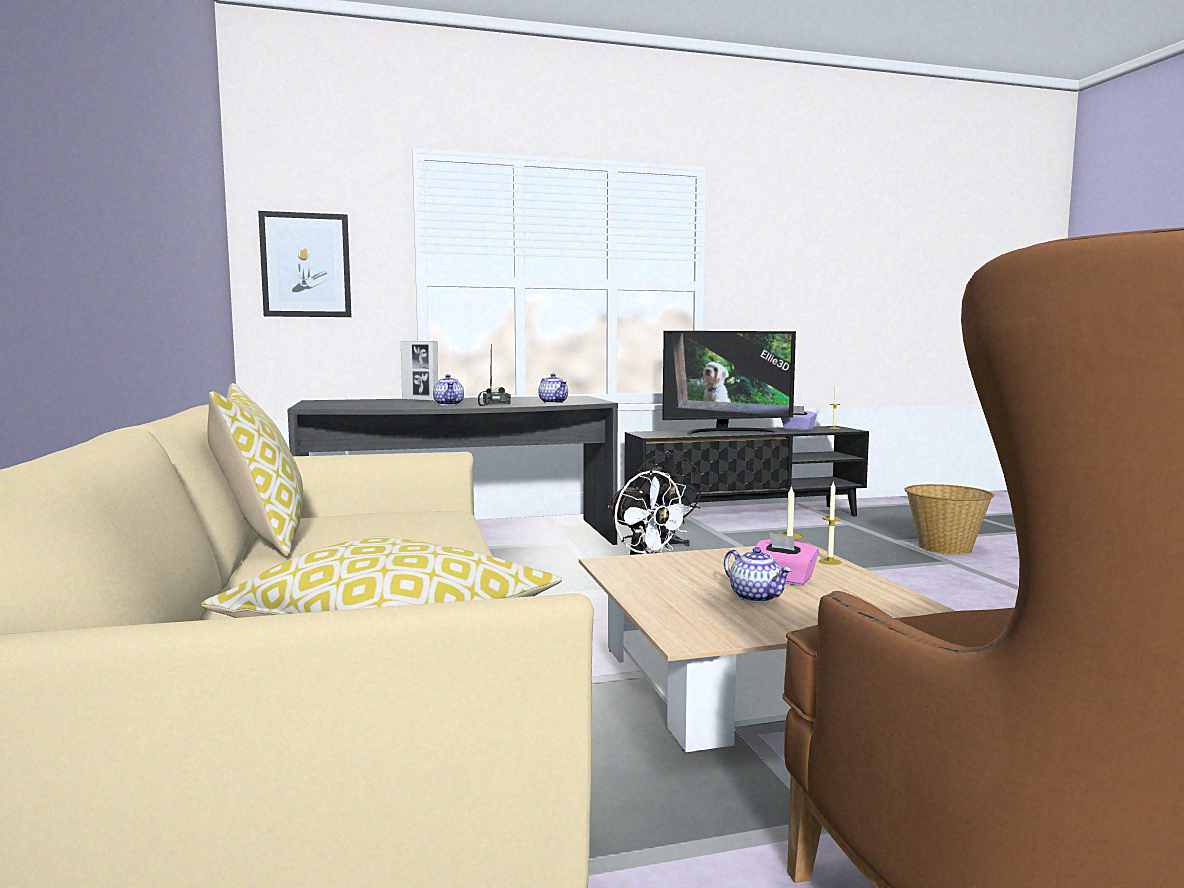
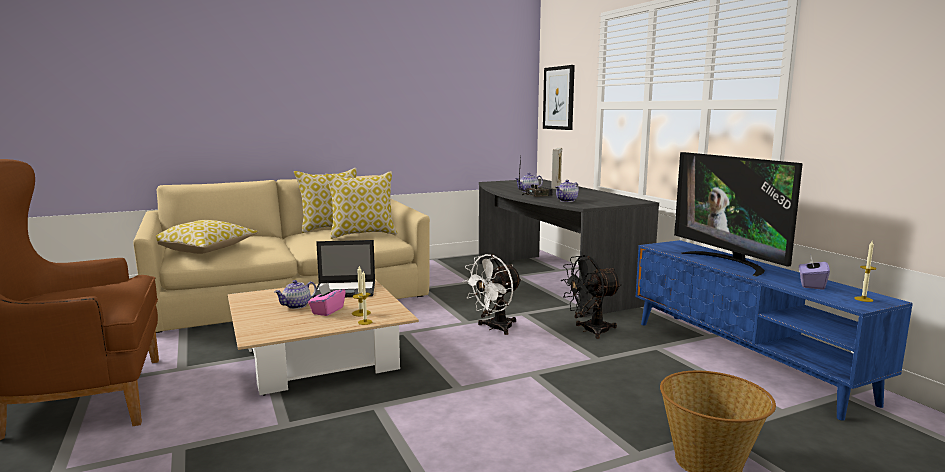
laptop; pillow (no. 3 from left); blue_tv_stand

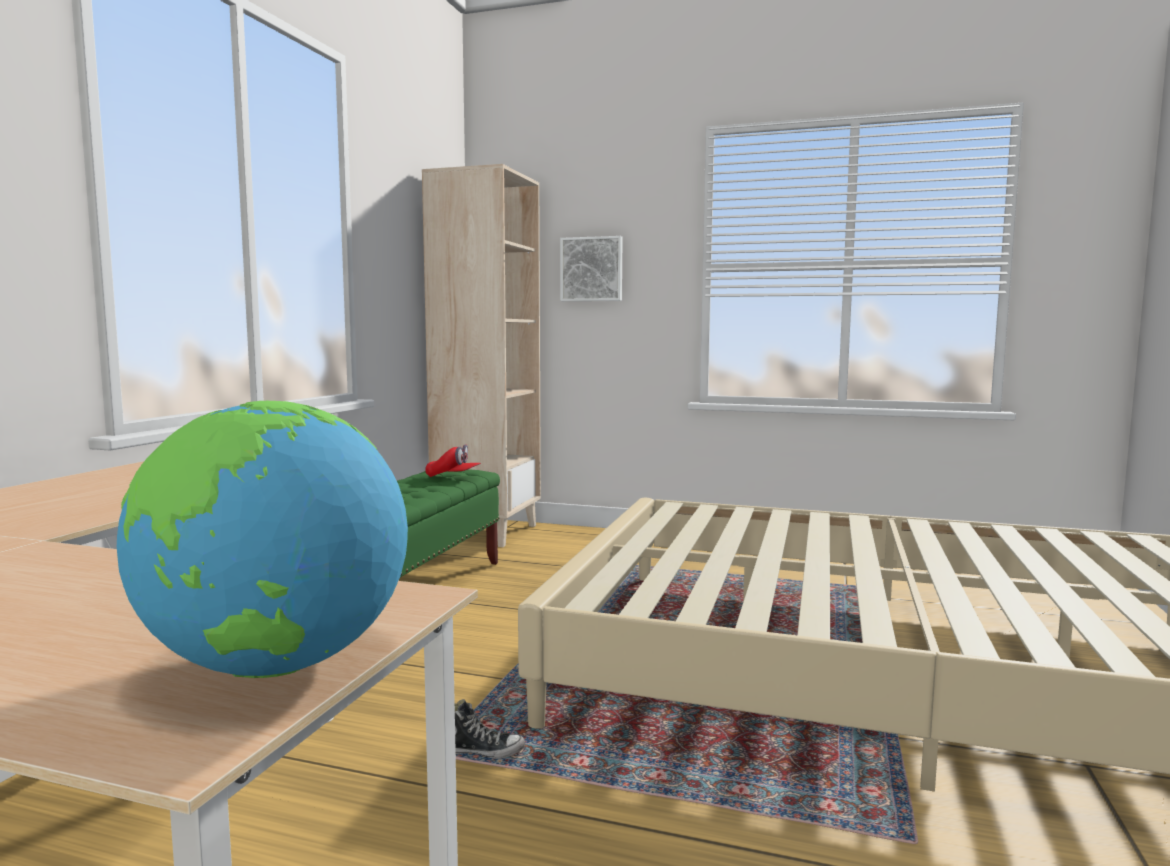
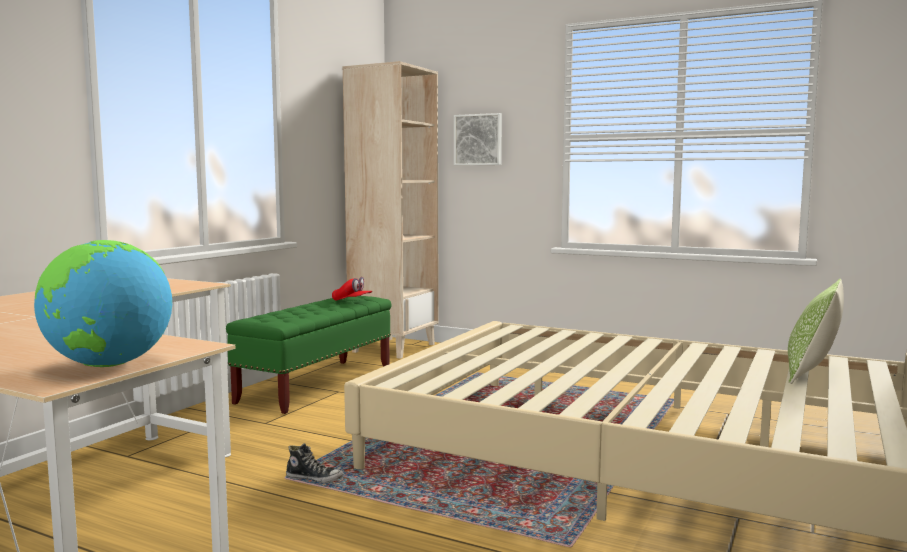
pillow

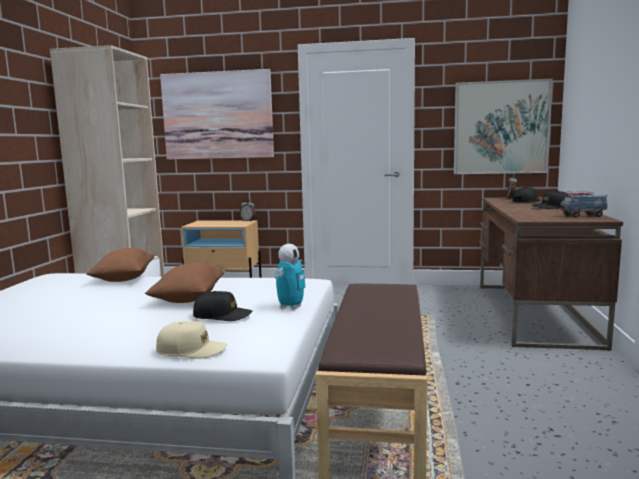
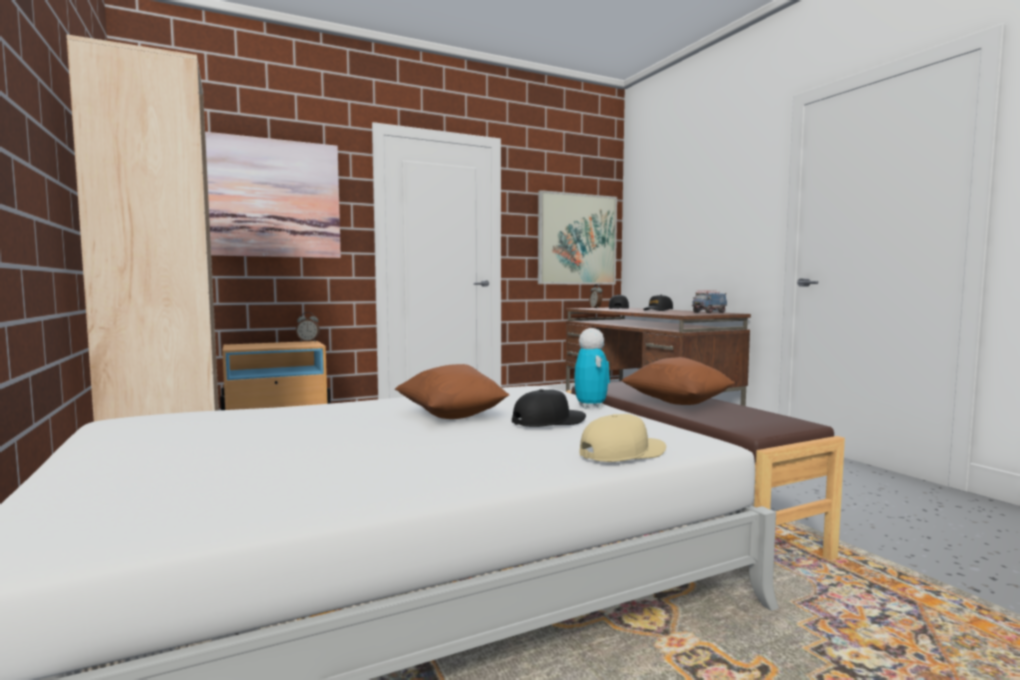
brown_pillow (no. 2 from left)

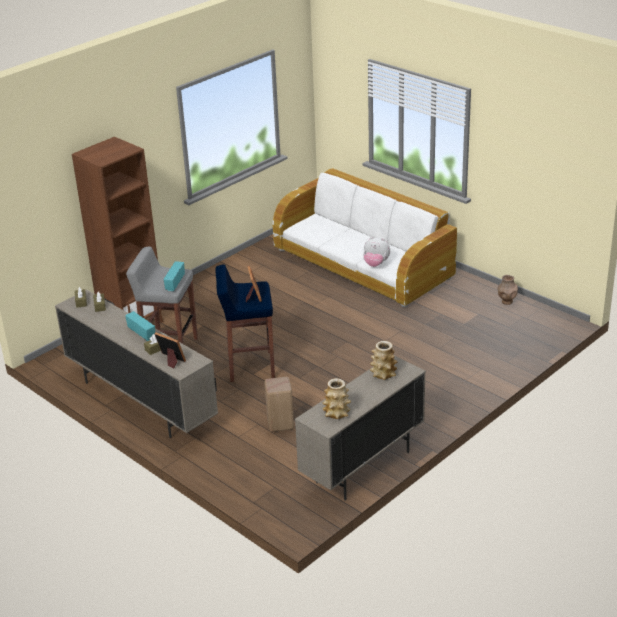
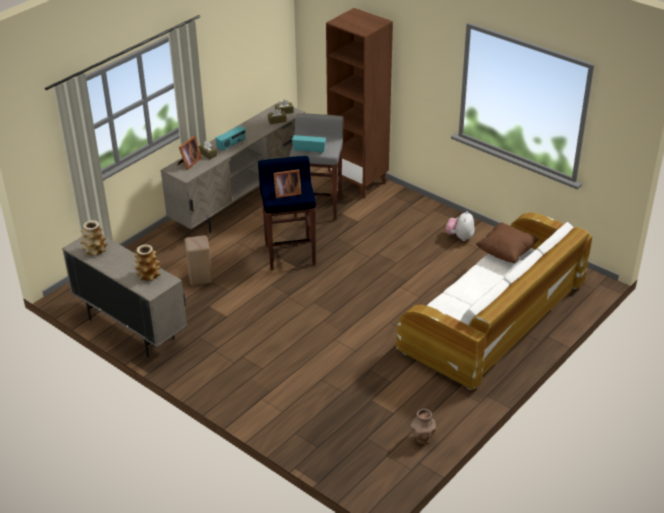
brown_pillow; plush_toy

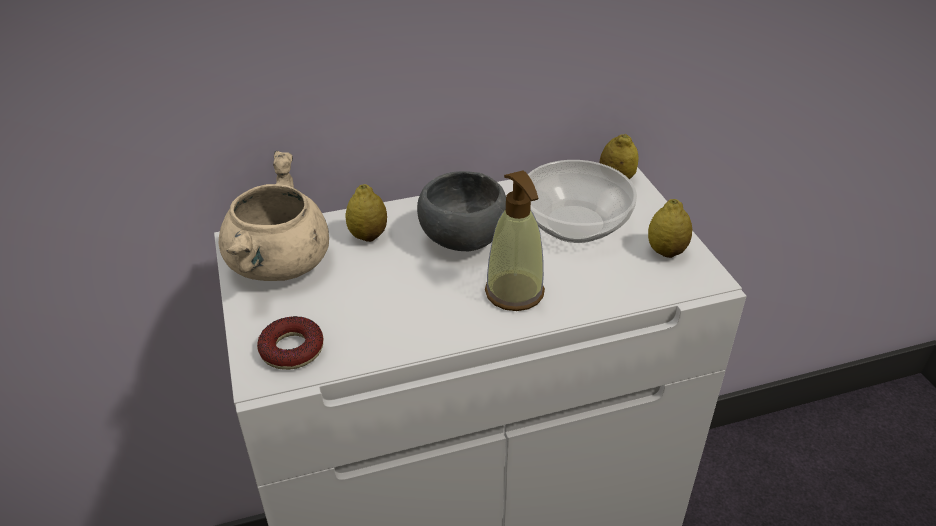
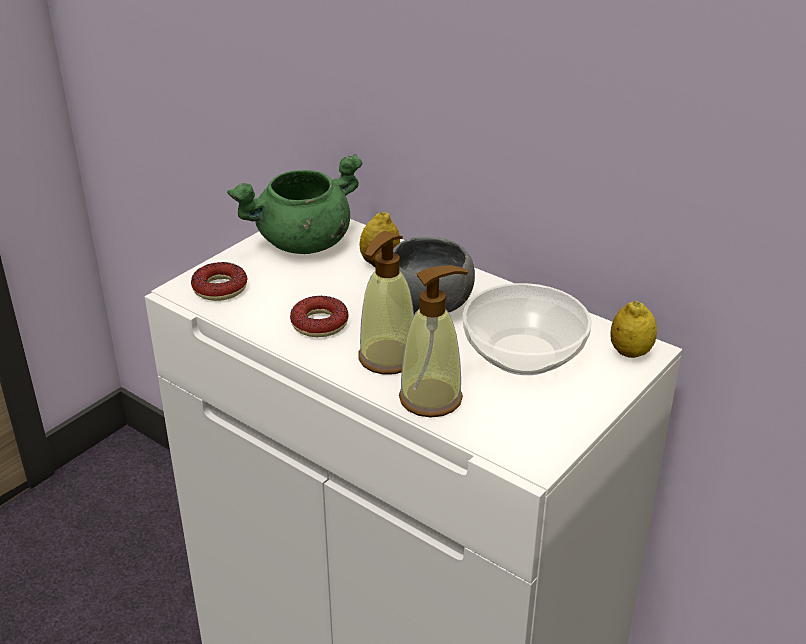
lemon (no. 3 from left in the first image); donut (no. 2 from left); soap_dispenser (no. 2 from left); green_cooking_pot

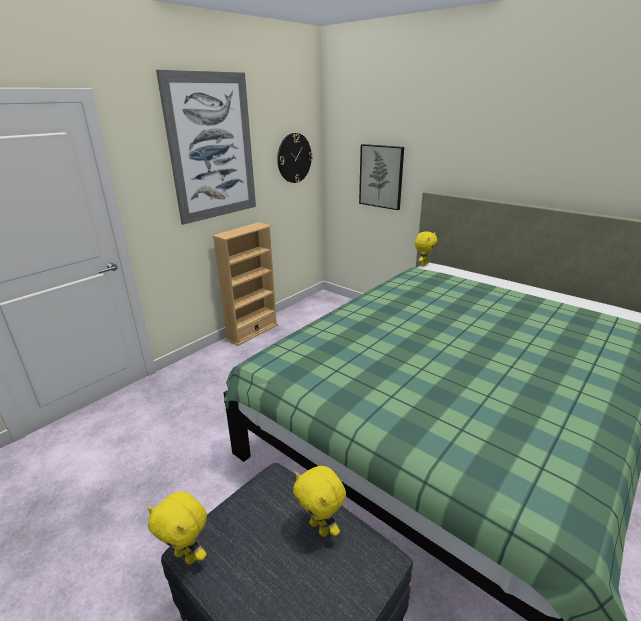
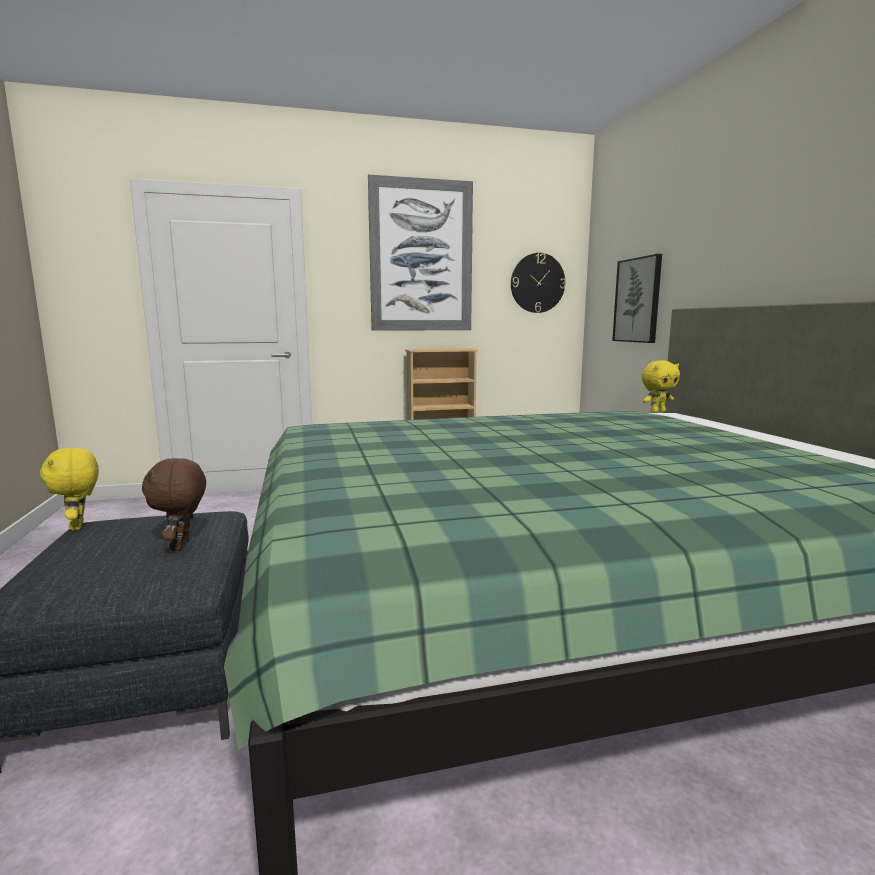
brown_plush_toy

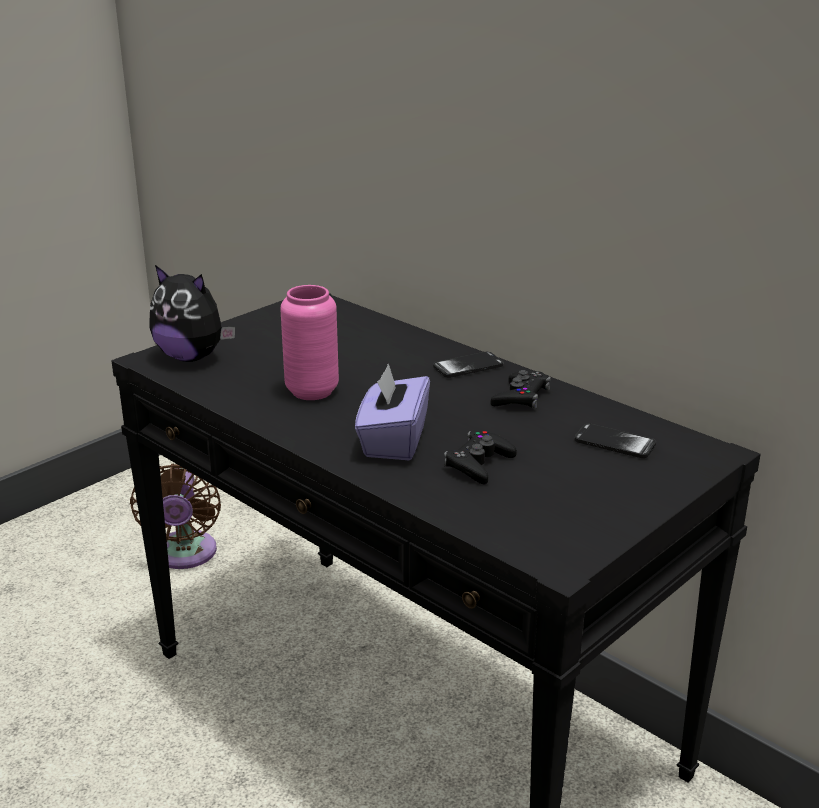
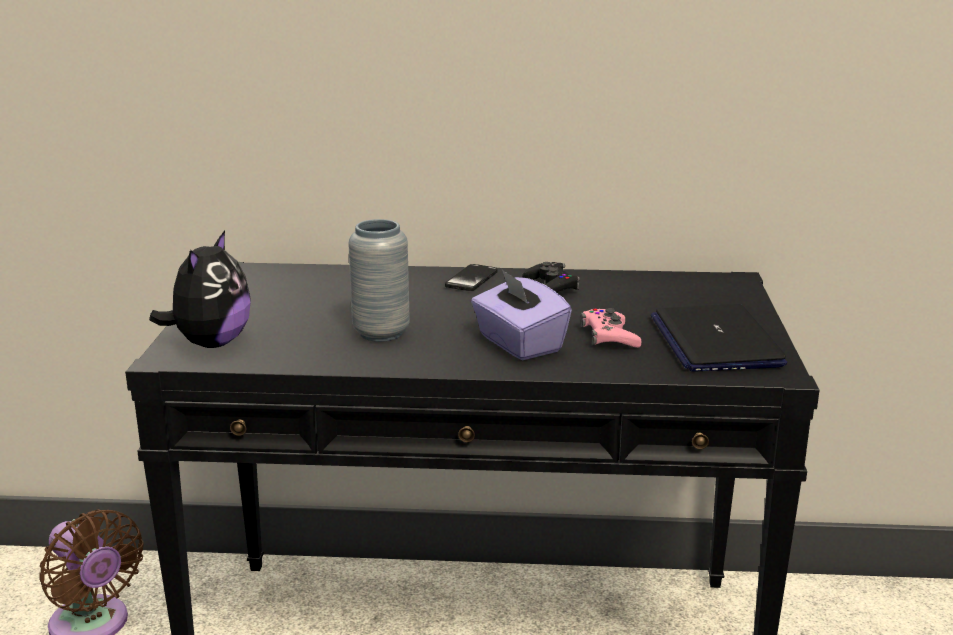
phone (no. 2 from left in the first image); laptop; grey_vase; pink_game_controller; plush_toy

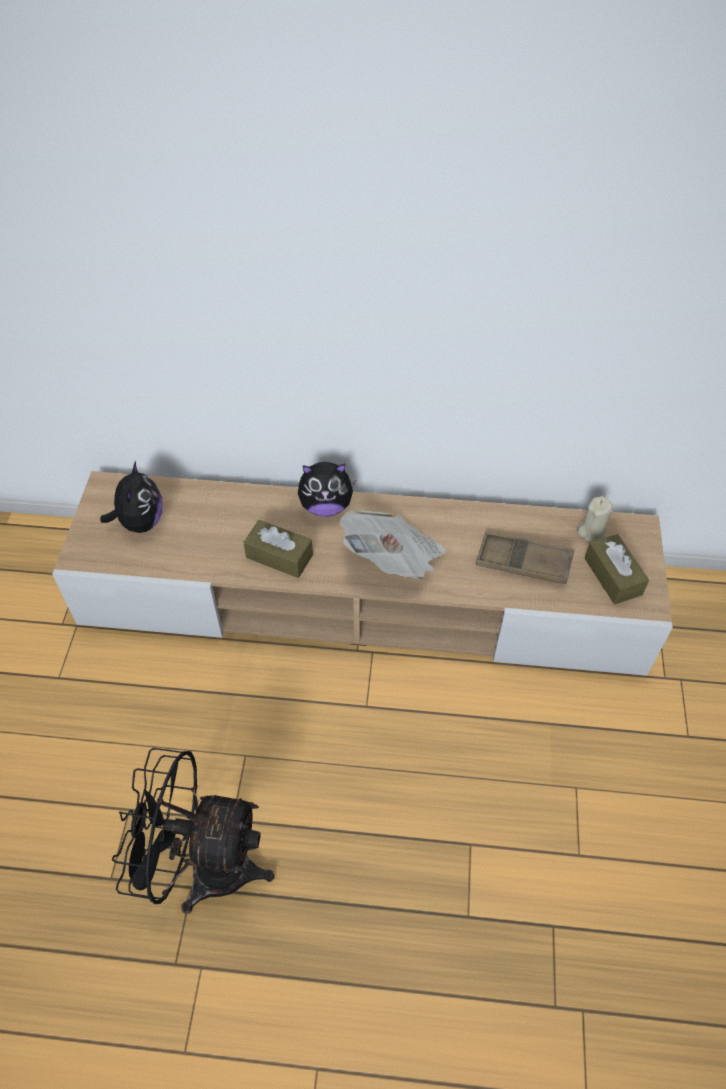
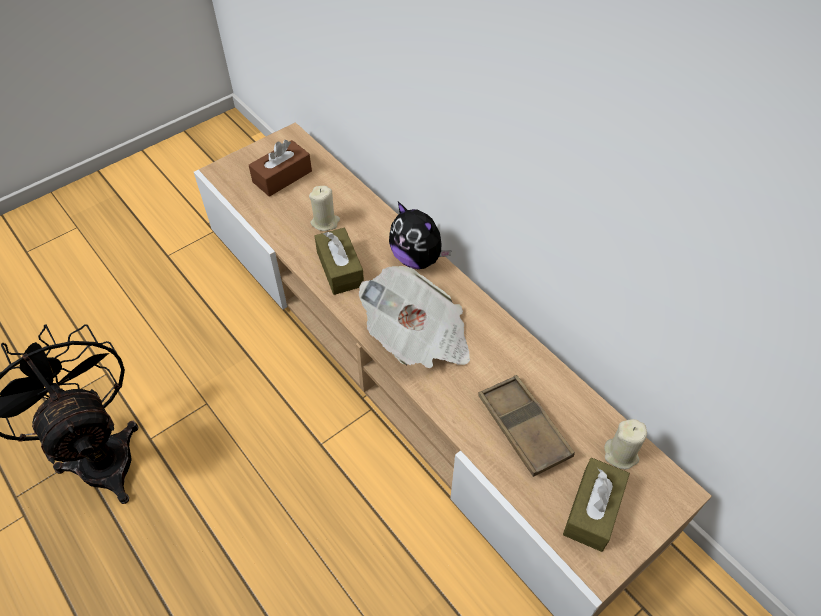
beige_candle (no. 1 from left); brown_tissue_box (no. 1 from left)

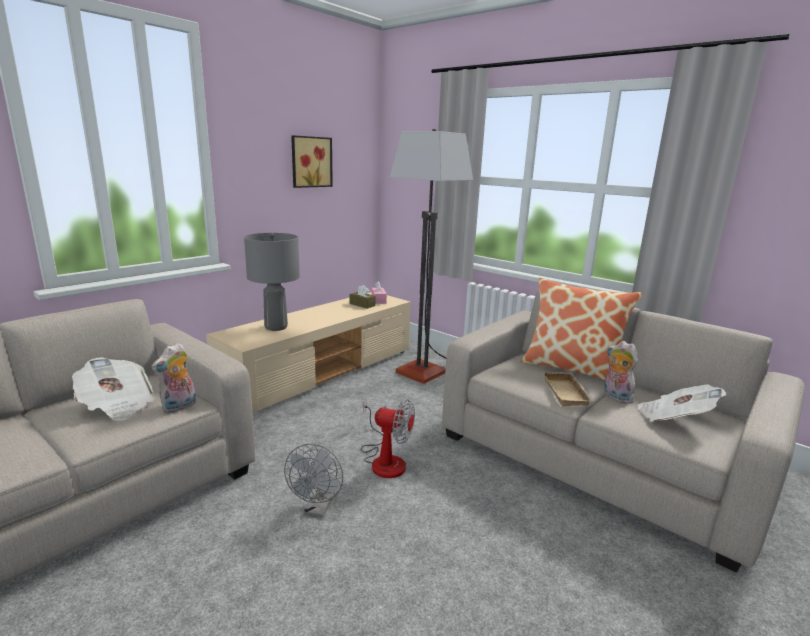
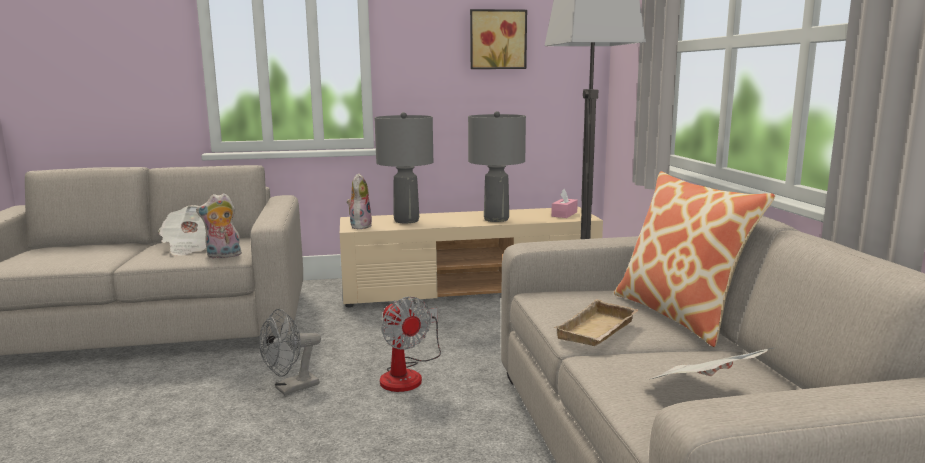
brown_tissue_box; grey_table_lamp (no. 2 from left); plush_toy (no. 2 from left)

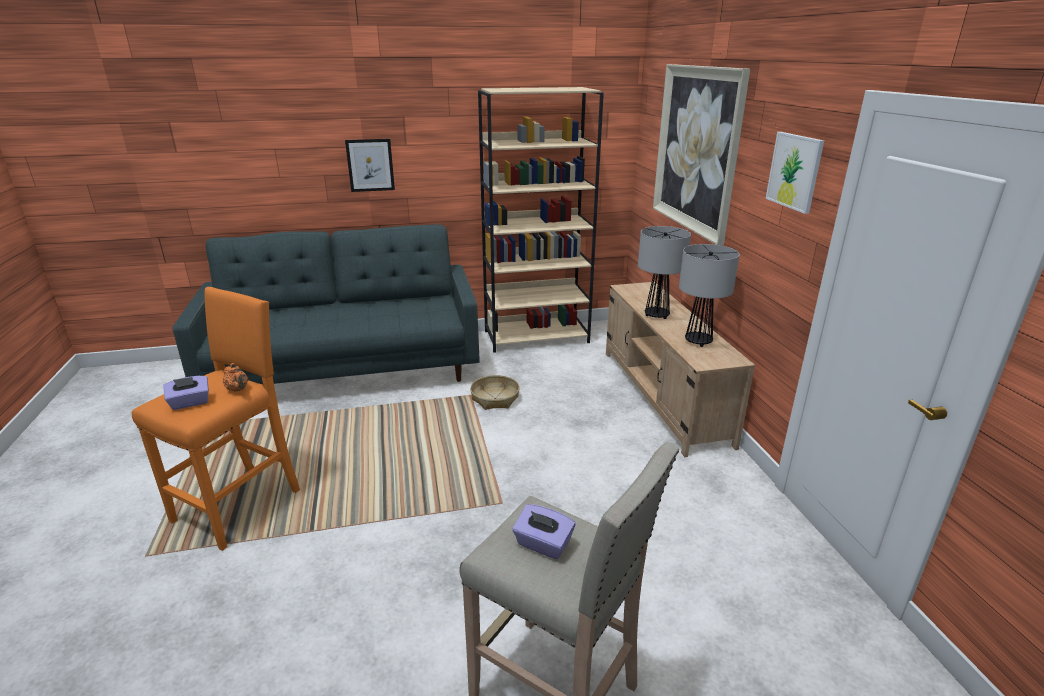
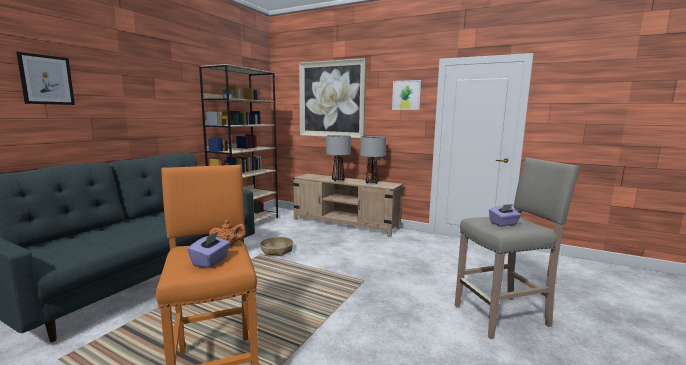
picture (no. 1 from left)

